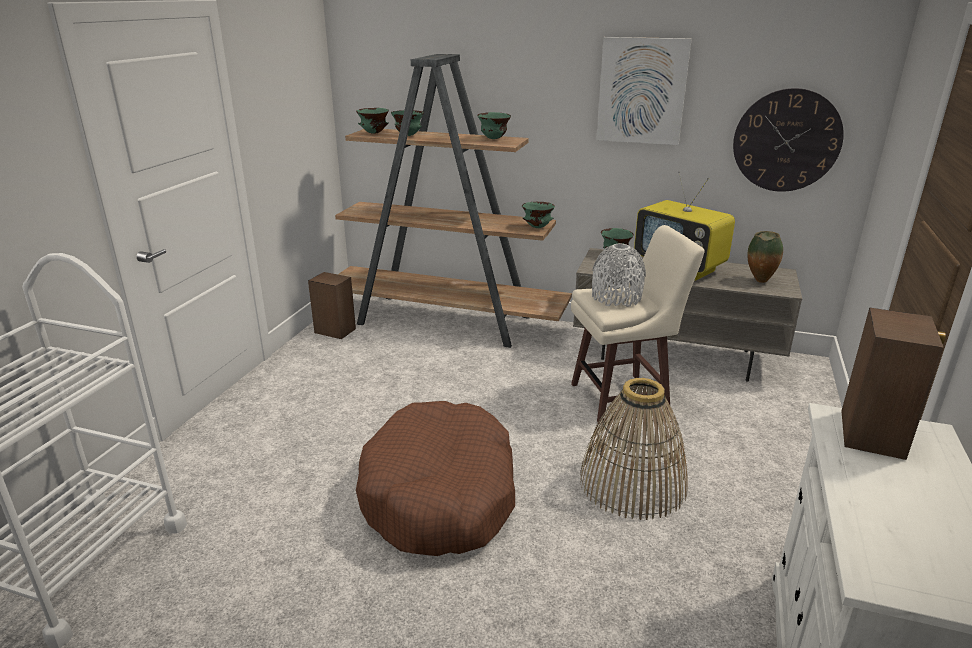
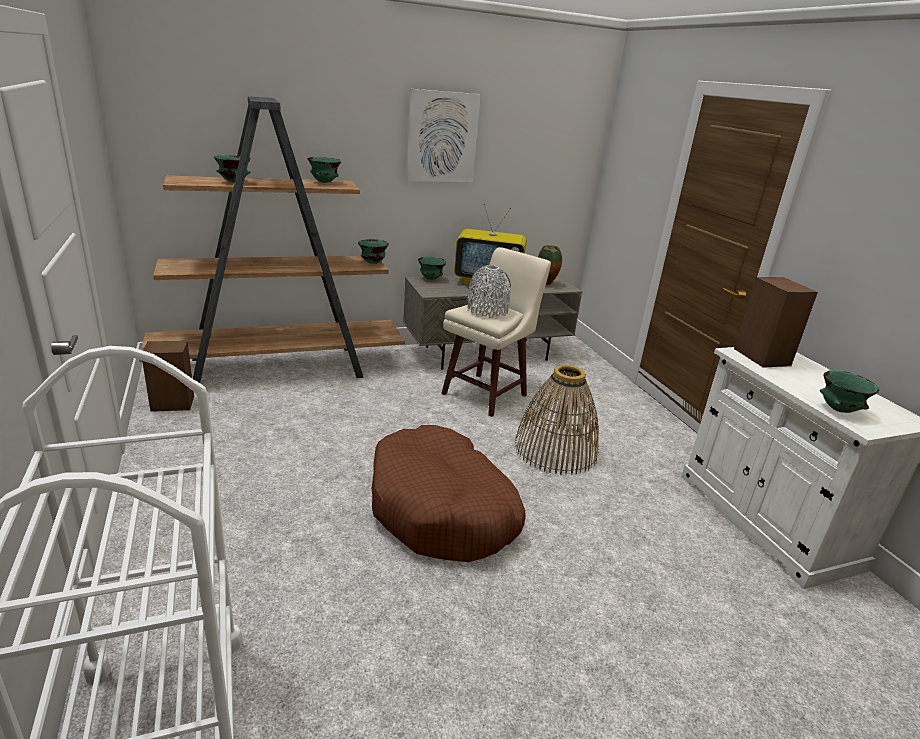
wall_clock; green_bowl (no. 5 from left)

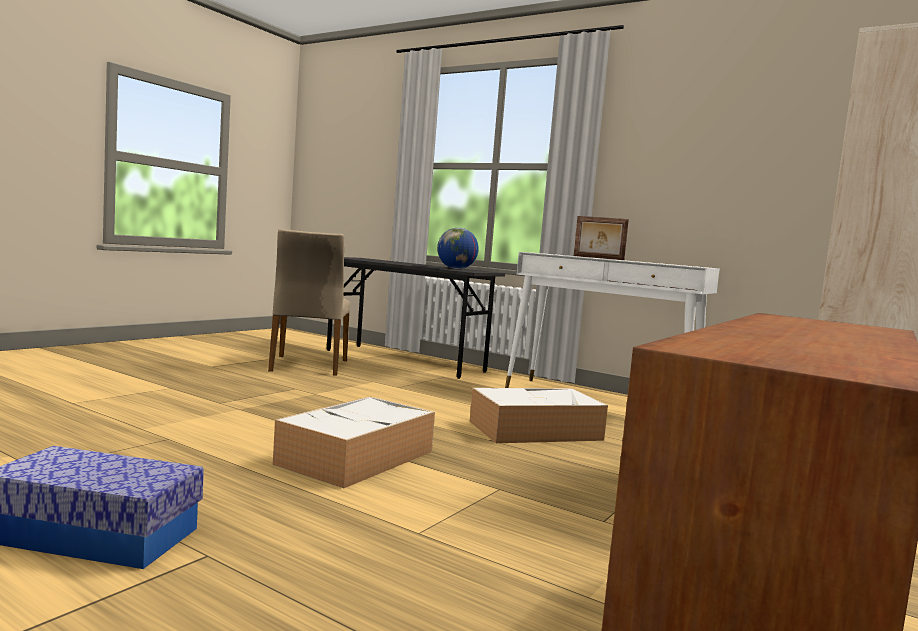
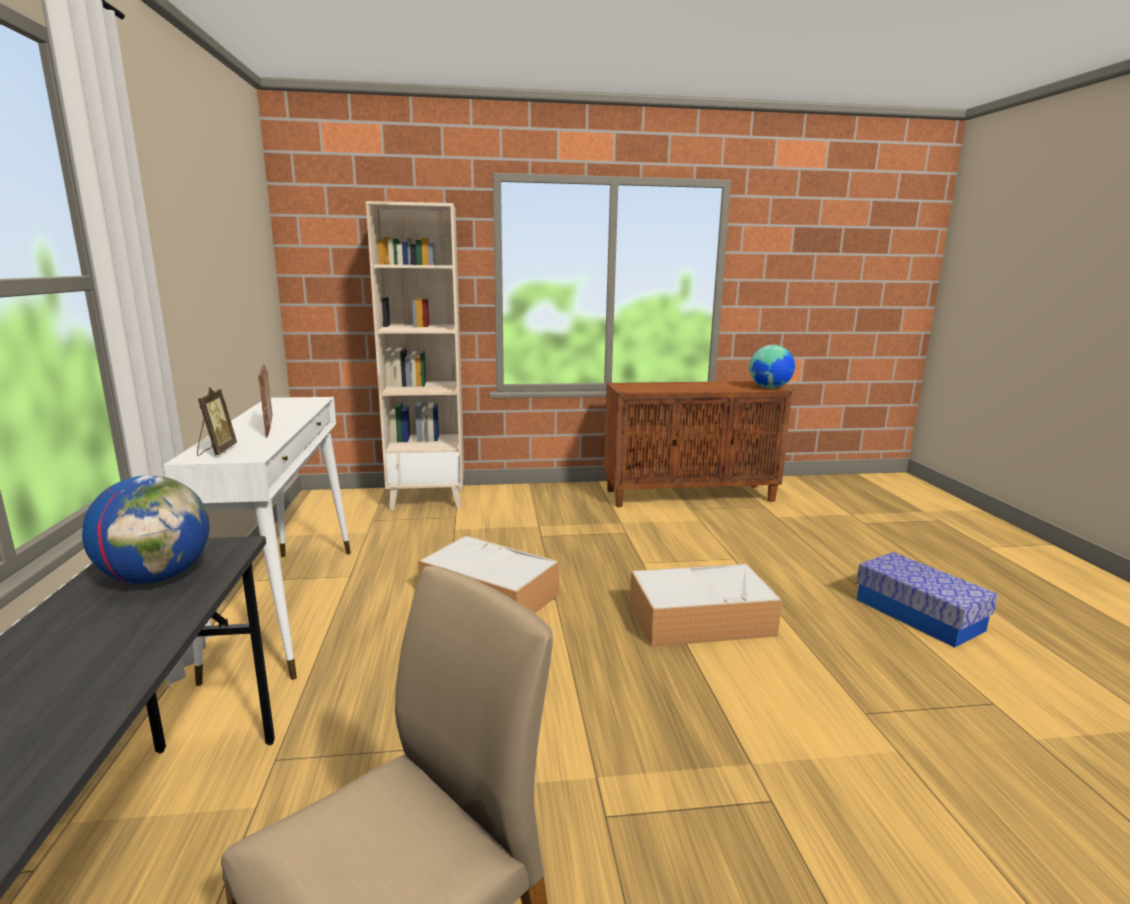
picture_frame (no. 1 from left); globe (no. 2 from left)

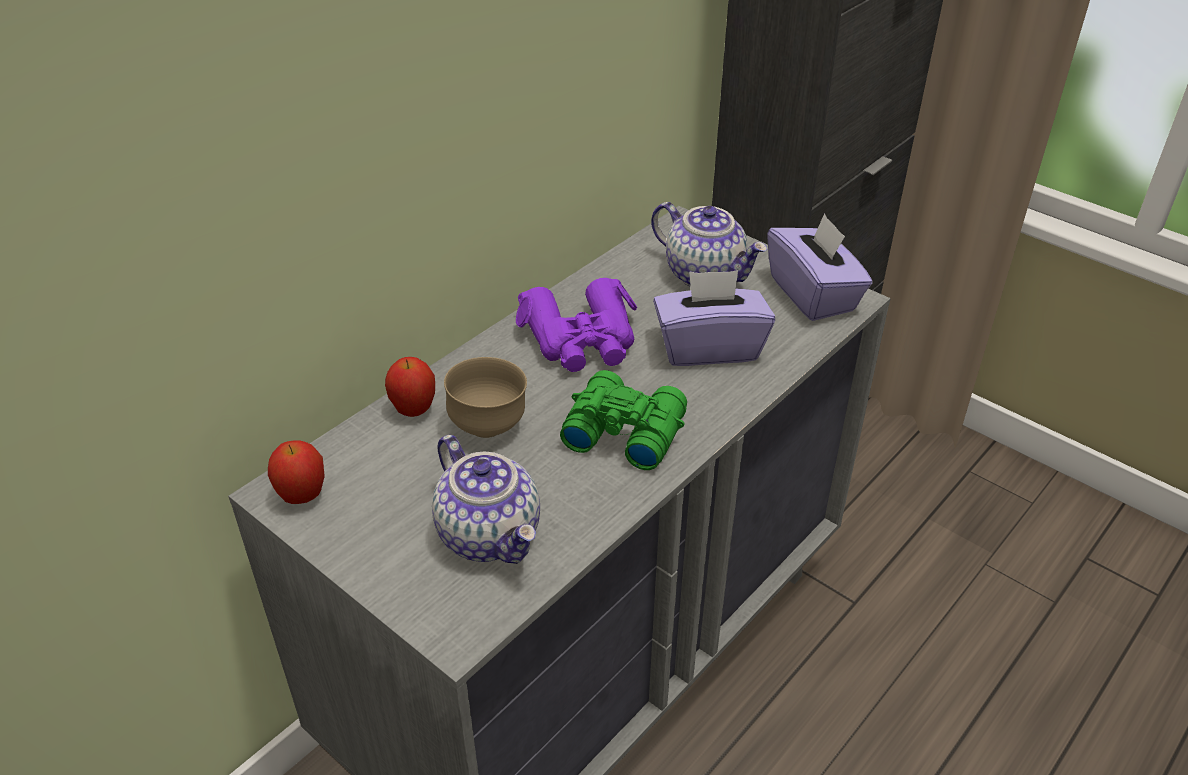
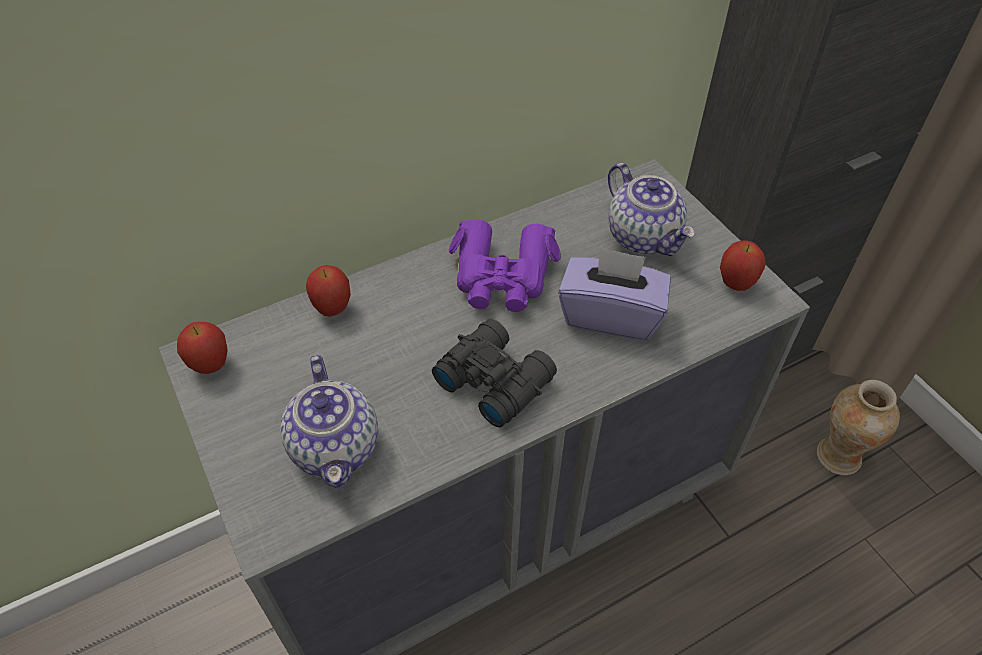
brown_bowl; vase; apple (no. 3 from left); black_binoculars

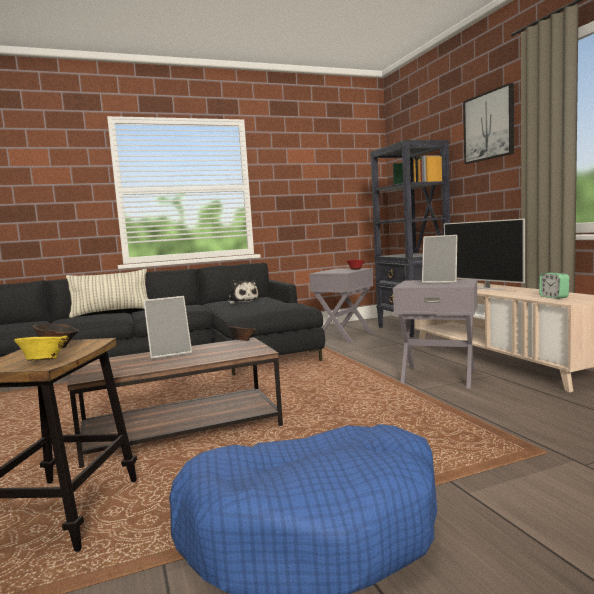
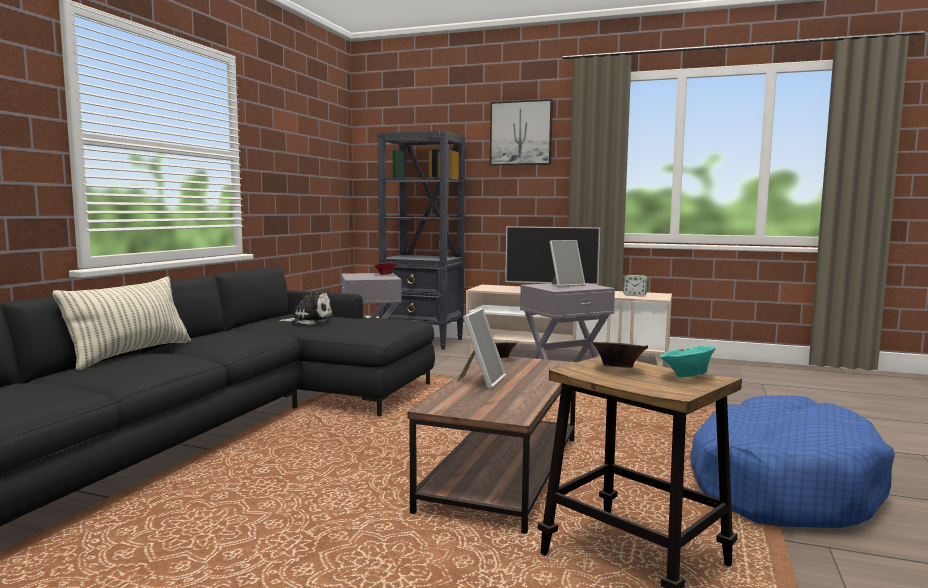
turquoise_bowl

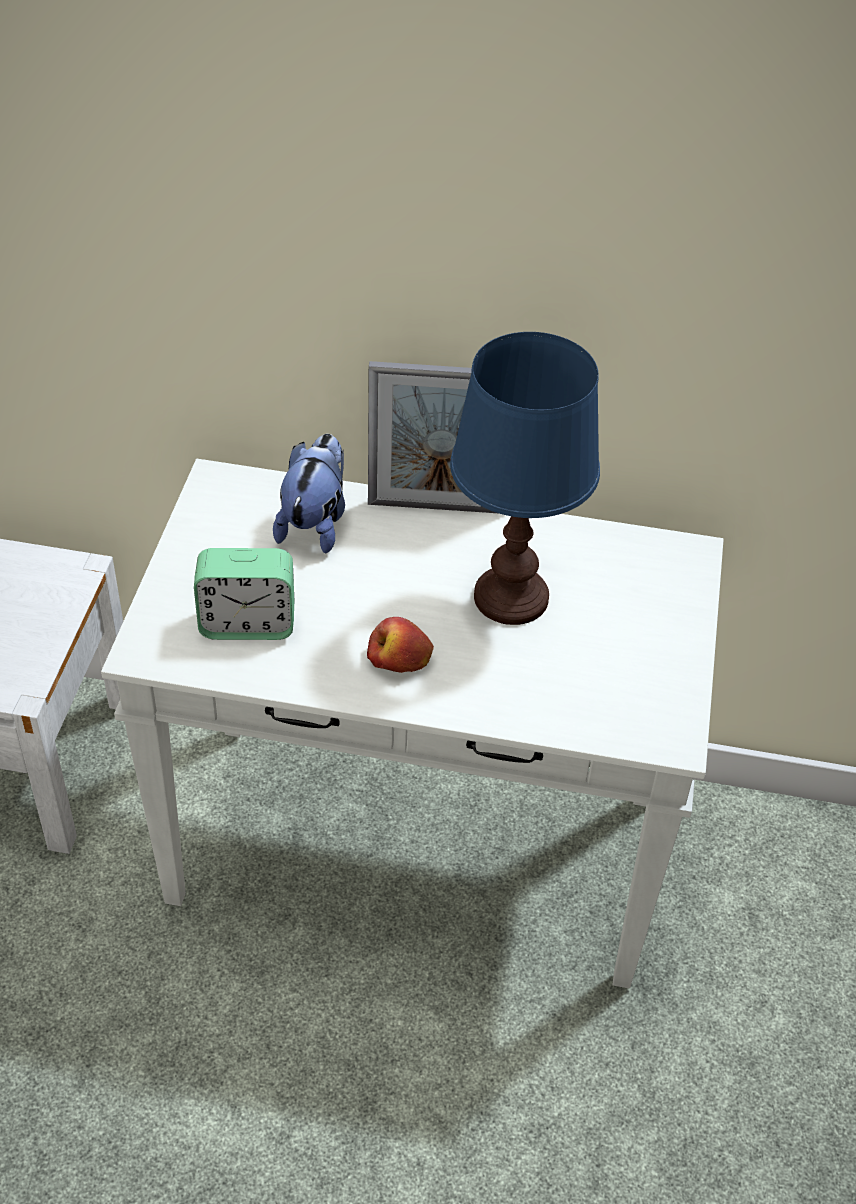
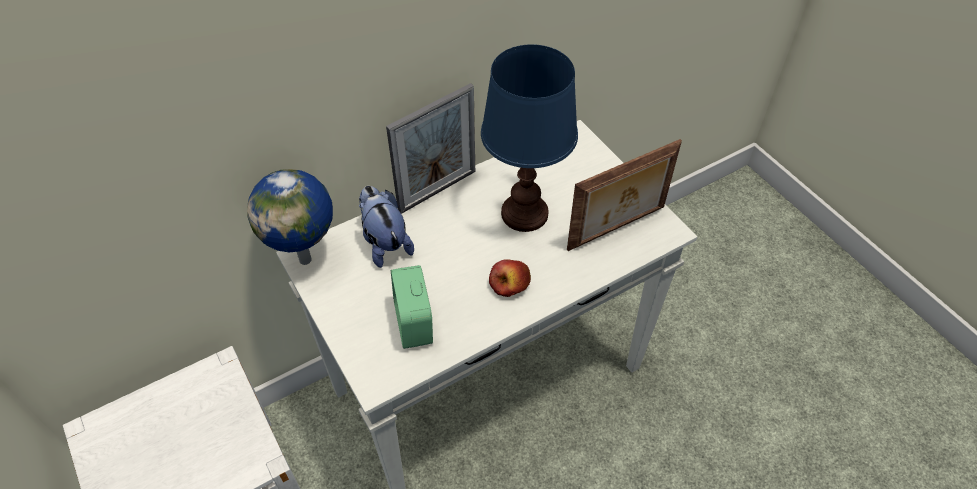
globe; picture_frame (no. 2 from left); alarm_clock

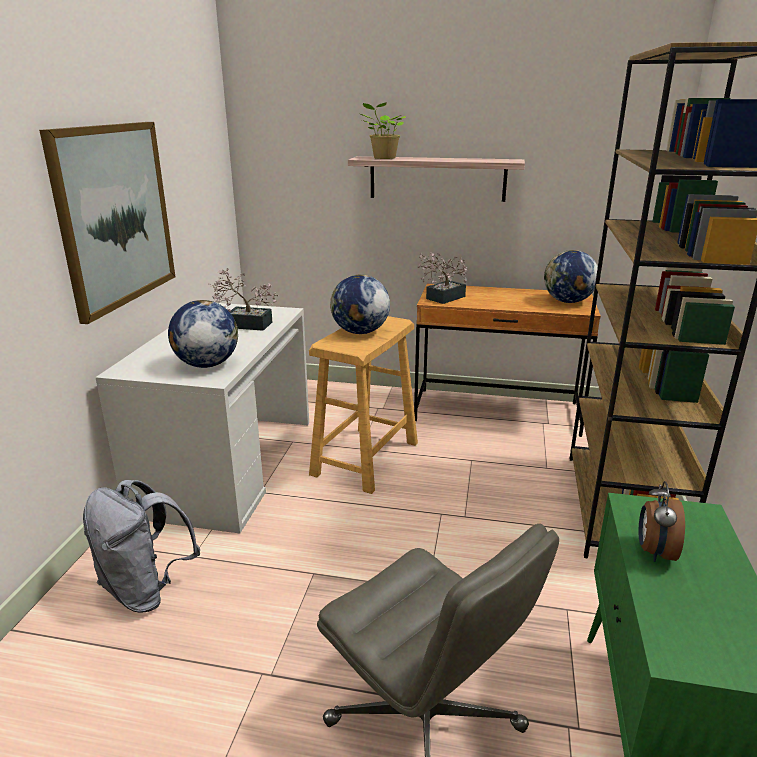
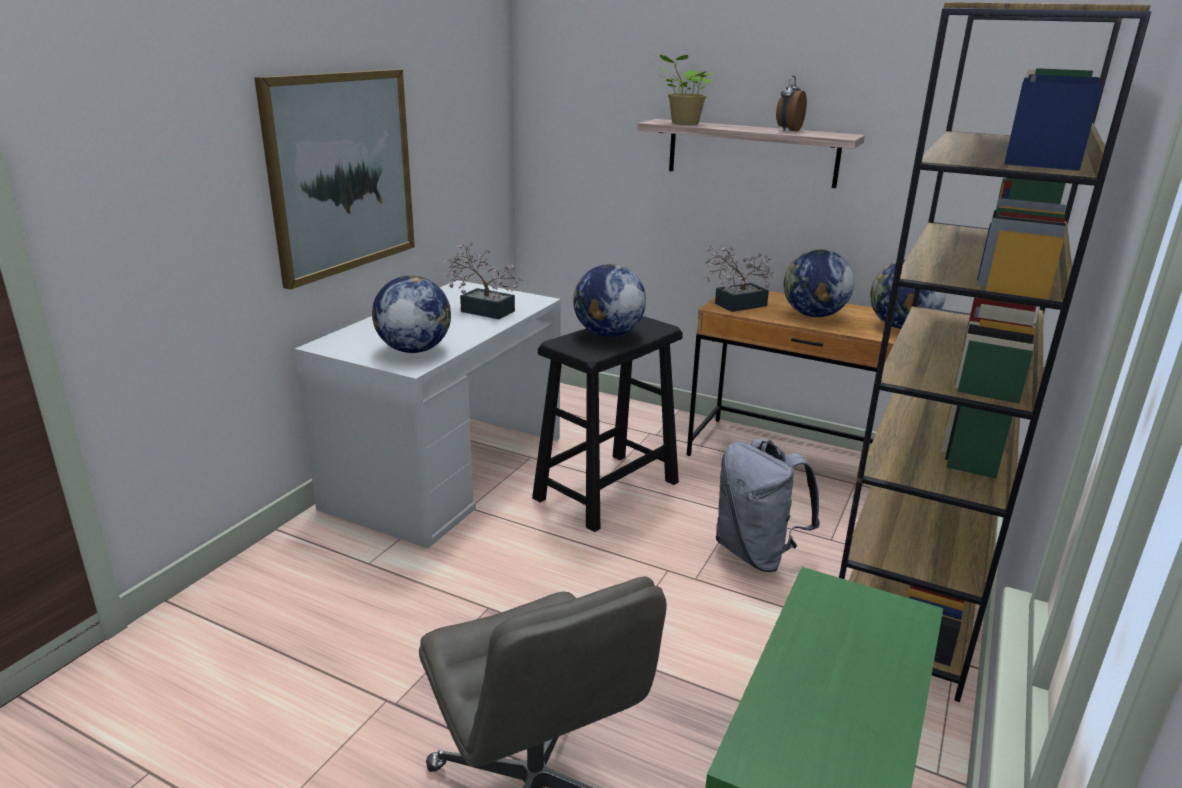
globe (no. 3 from left); grey_backpack; alarm_clock; black_stool

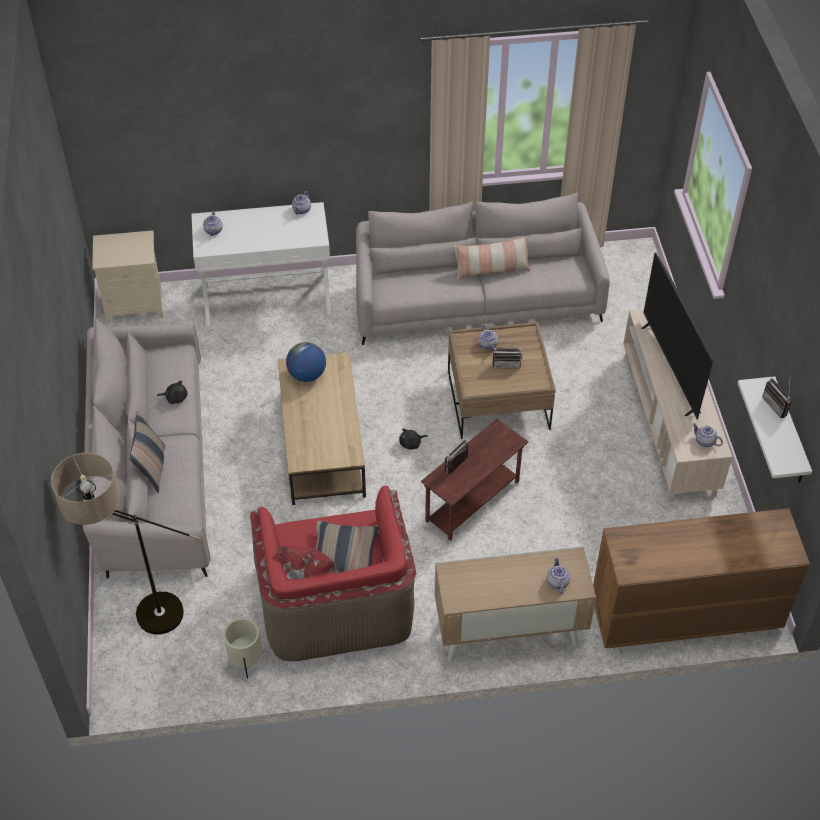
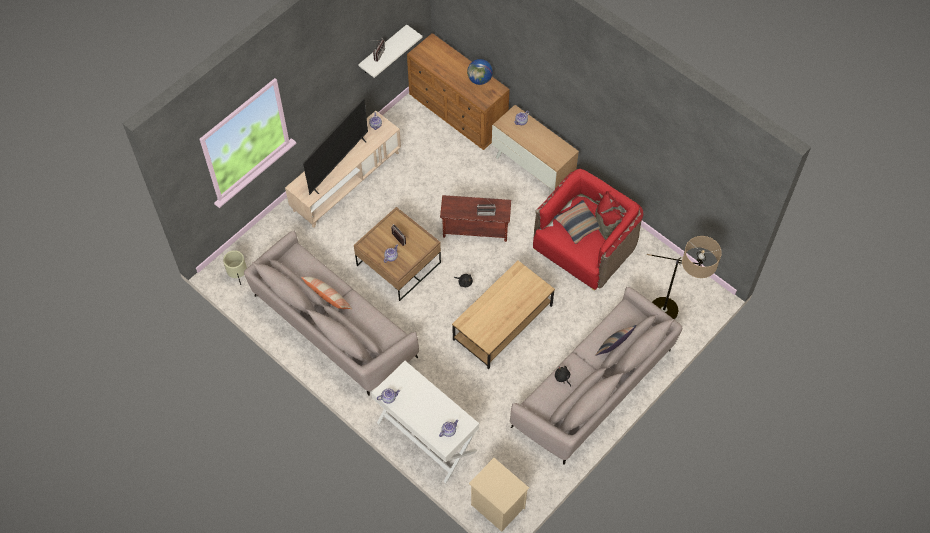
beige_planter; globe

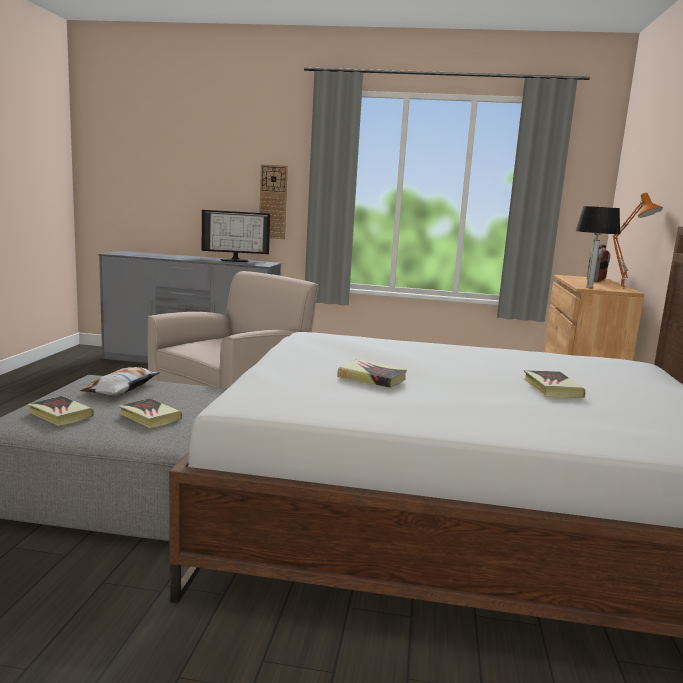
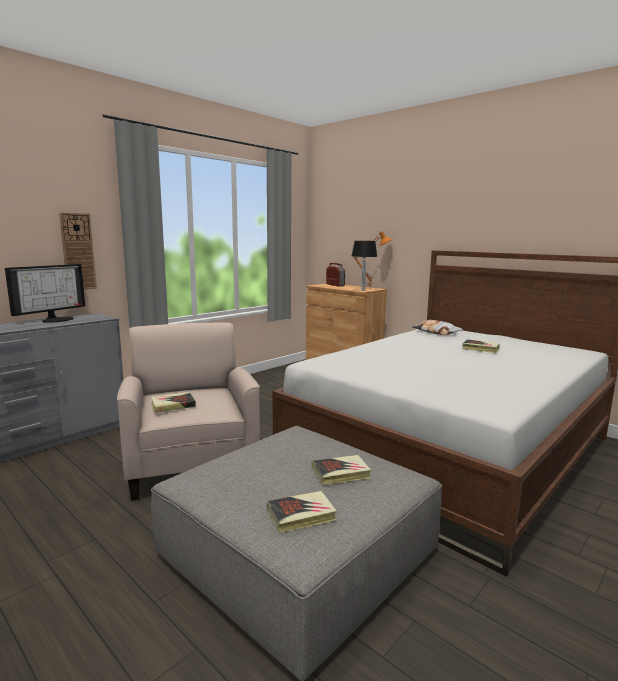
pillow; book (no. 1 from left)

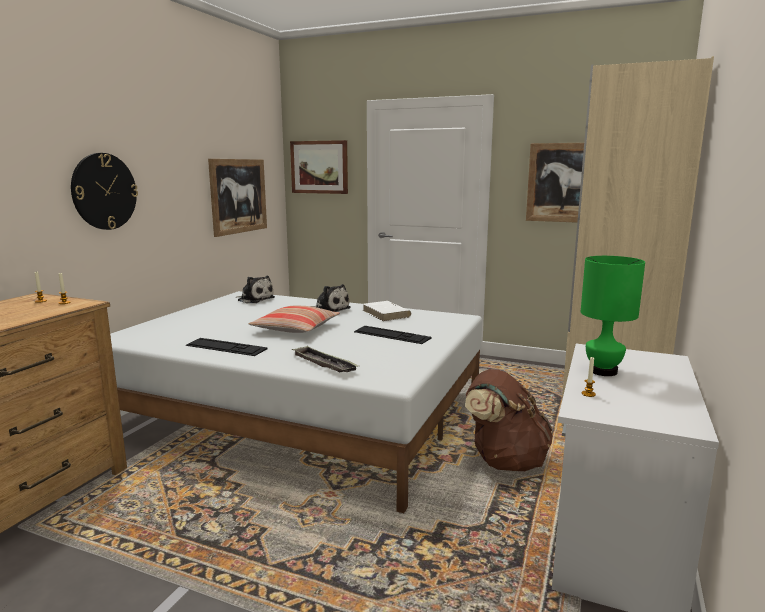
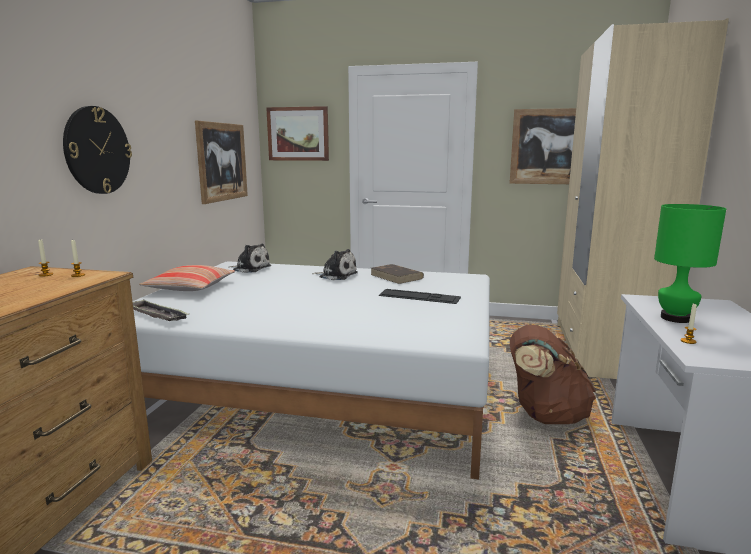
keyboard (no. 1 from left in the first image); pillow; tray; brown_book

